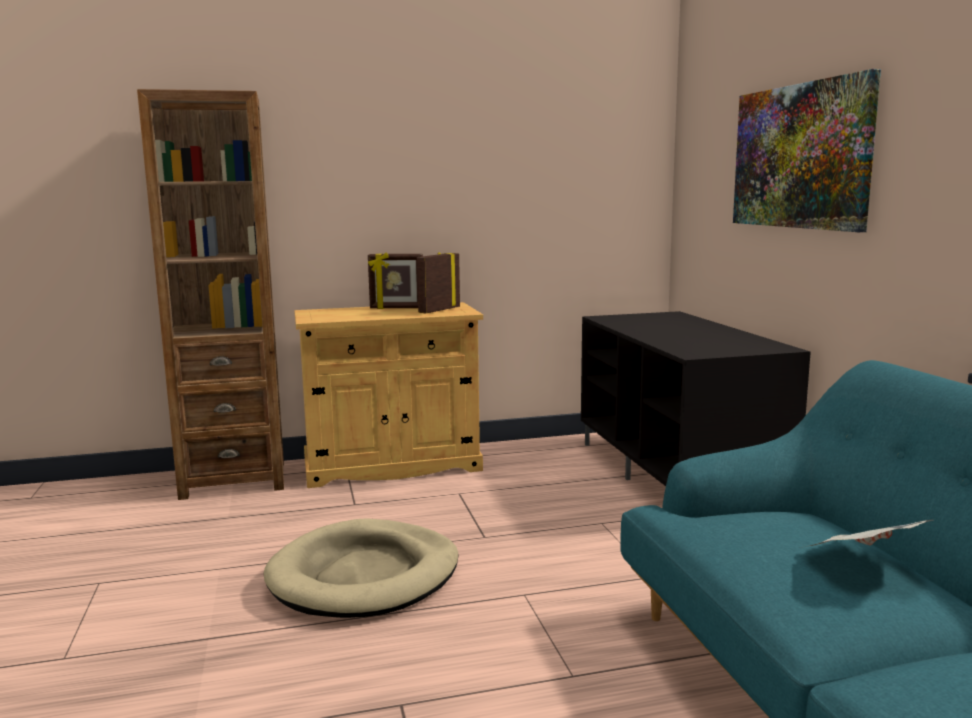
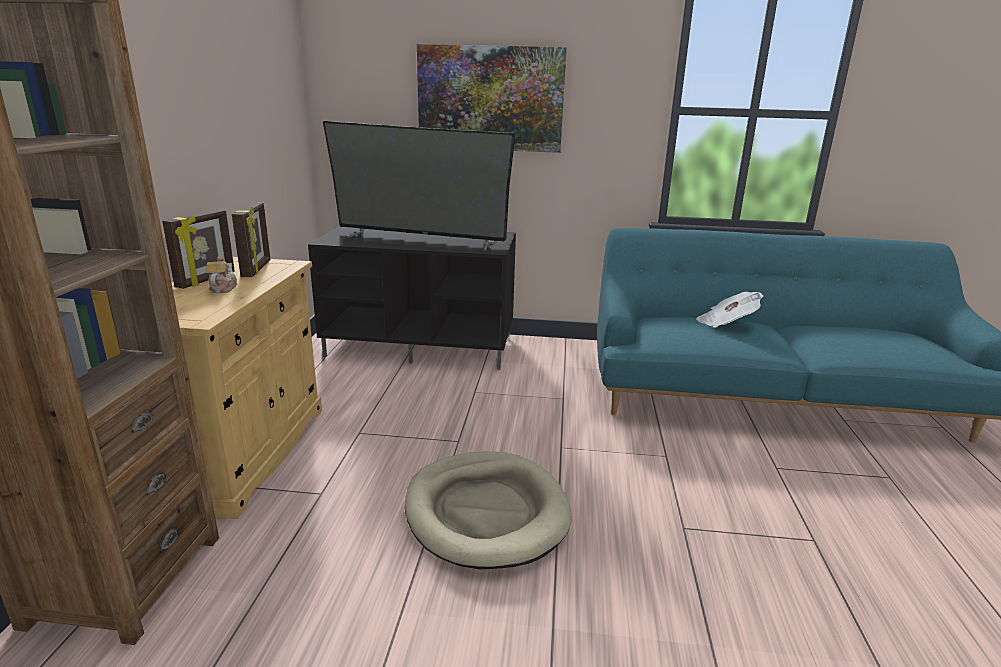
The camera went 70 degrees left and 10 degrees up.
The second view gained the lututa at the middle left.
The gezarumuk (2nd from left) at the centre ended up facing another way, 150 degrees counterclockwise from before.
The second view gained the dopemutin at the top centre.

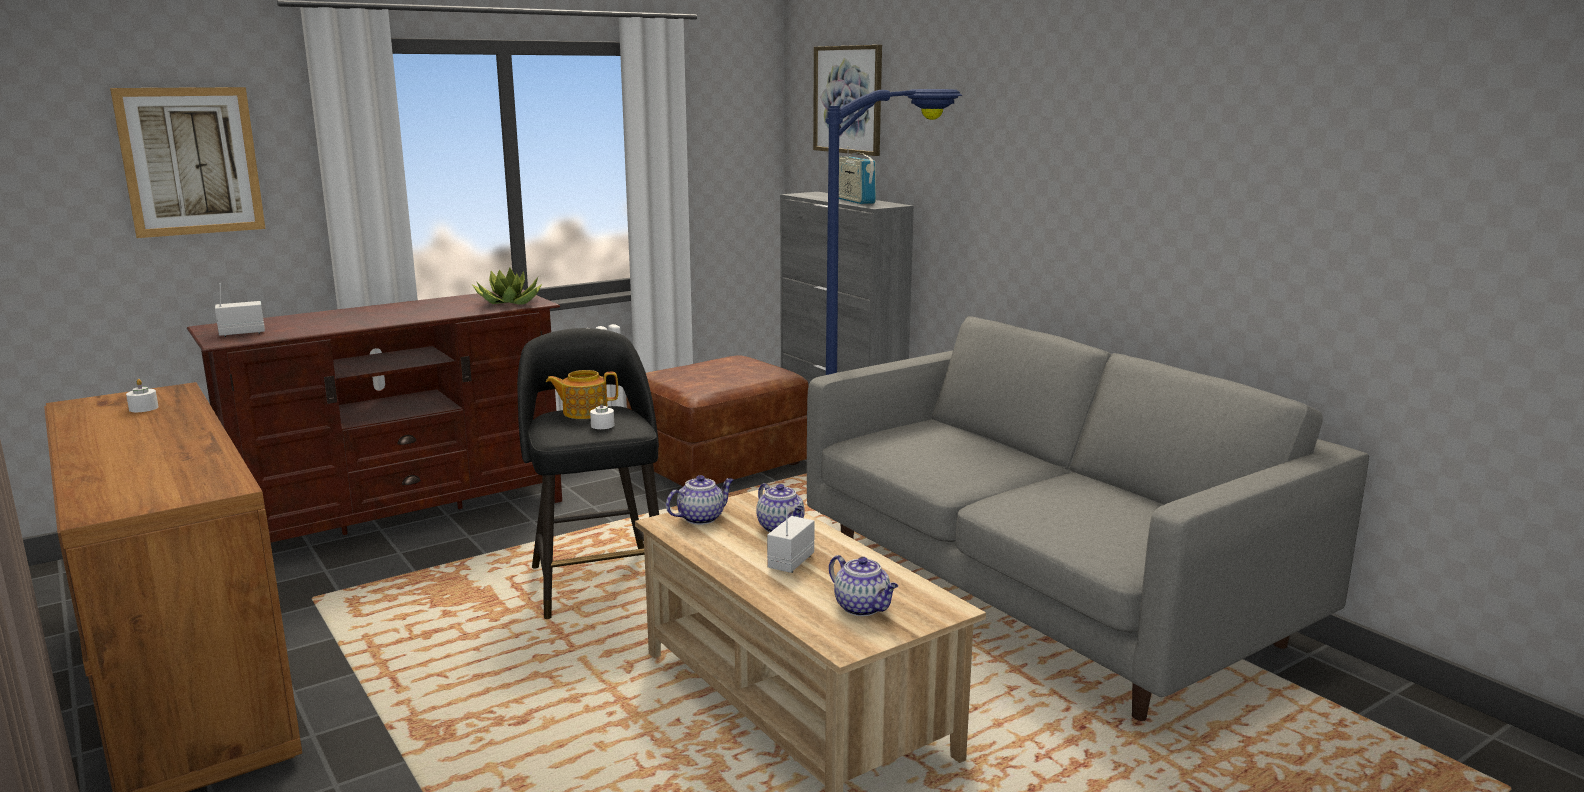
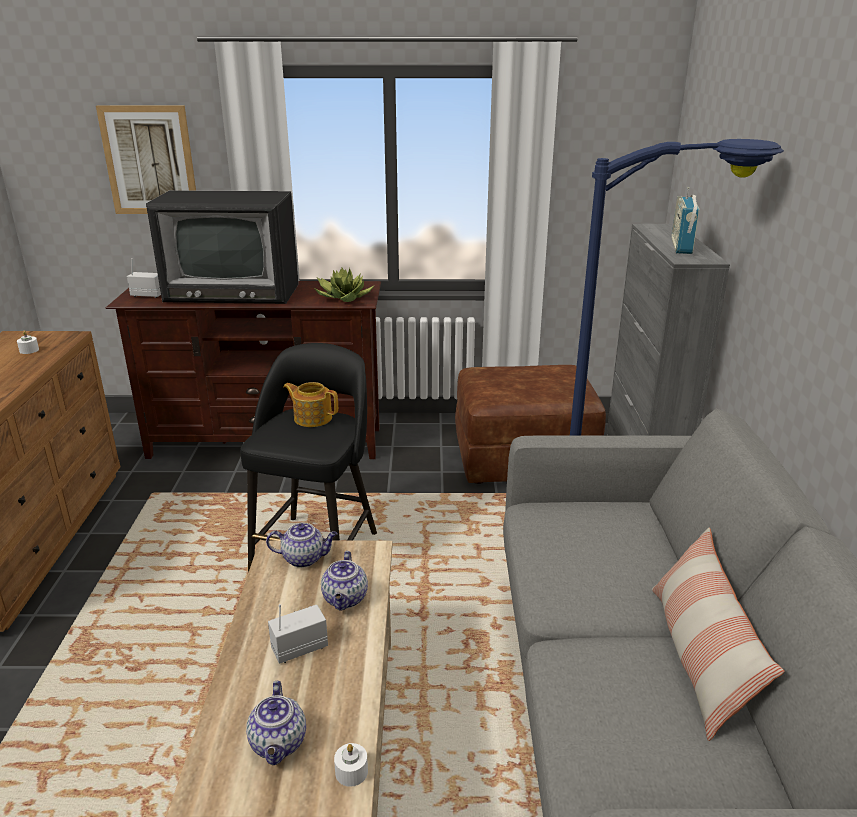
The camera went 35 degrees right and 10 degrees up.
The second view gained the dopemutin at the top left.
The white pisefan (2nd from left) ended up elsewhere, having gone from the centre to the bottom centre.
The second view gained the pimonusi at the bottom right.
The second view lost the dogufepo (2nd from left) at the top centre.

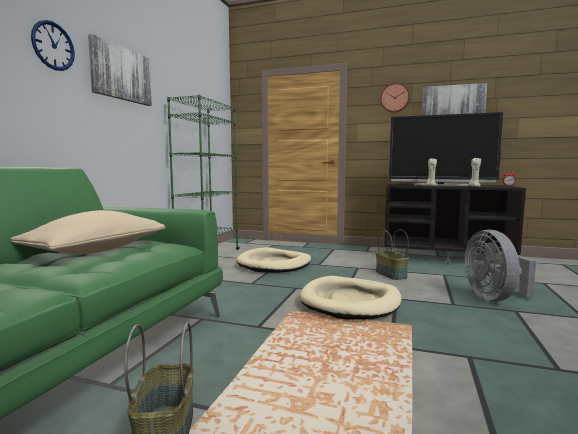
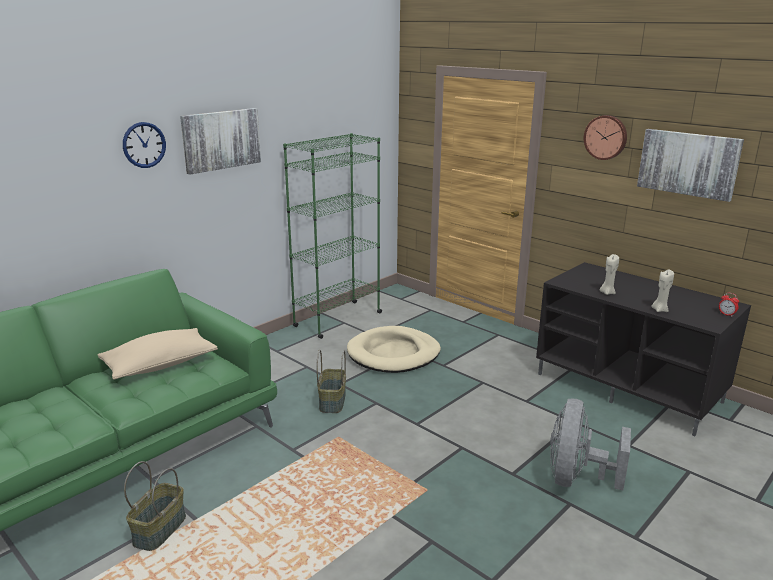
The camera went 25 degrees right and 15 degrees up.
The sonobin (2nd from left) ended up elsewhere, having gone from the middle right to the centre.
The second view lost the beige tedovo (2nd from left) at the bottom centre.
The second view lost the dopemutin at the middle right.

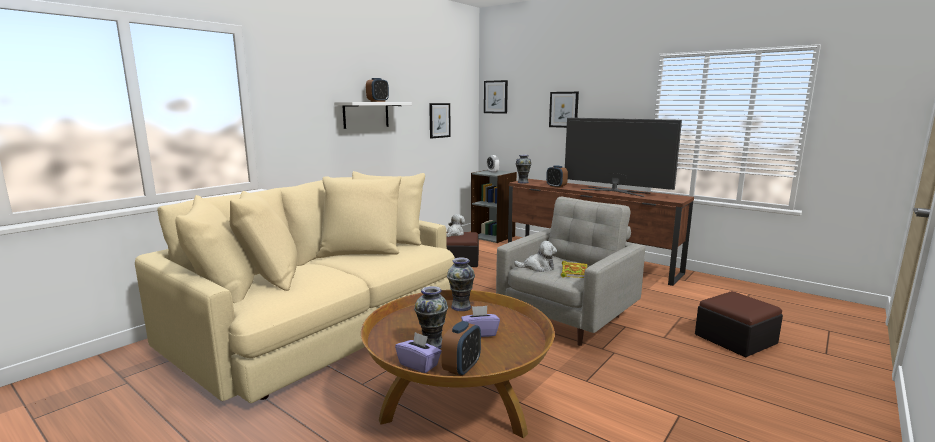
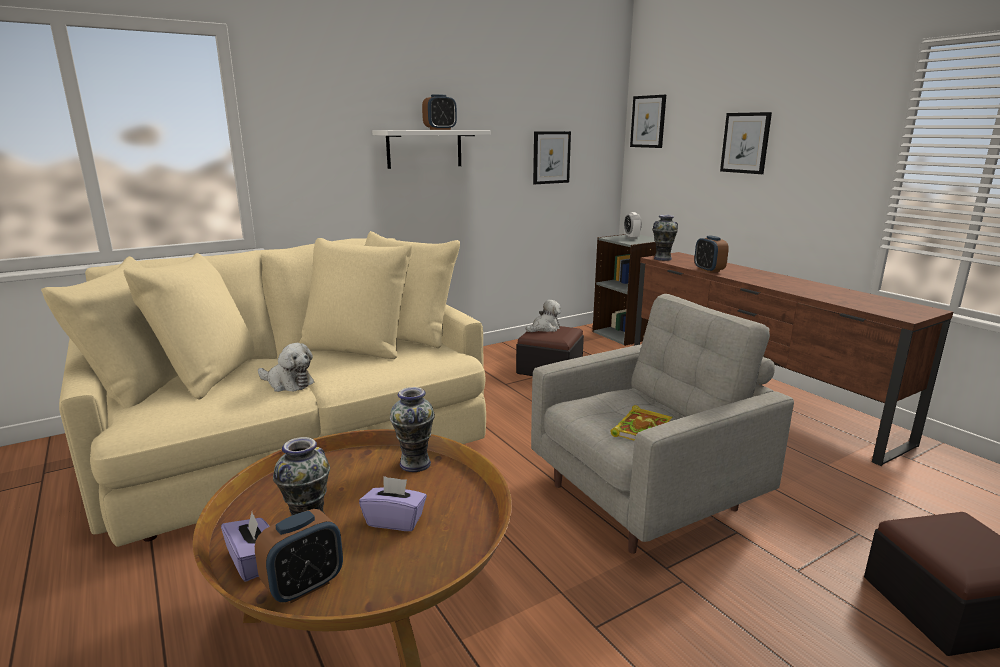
The camera went 20 degrees right and 5 degrees up.
The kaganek (2nd from left in the first image) ended up elsewhere, having gone from the centre to the middle left.
The second view lost the dopemutin at the centre.

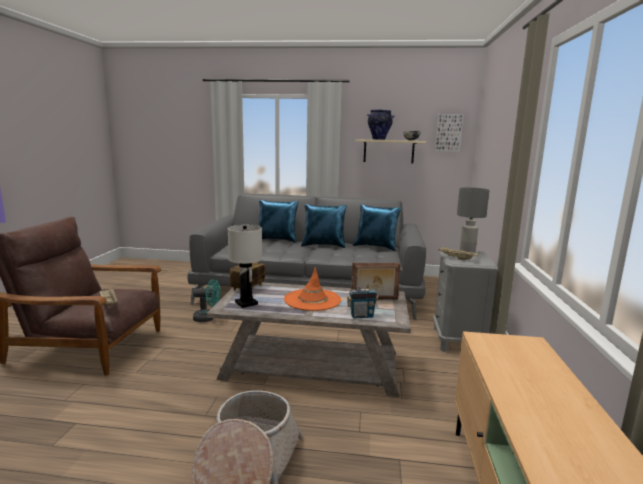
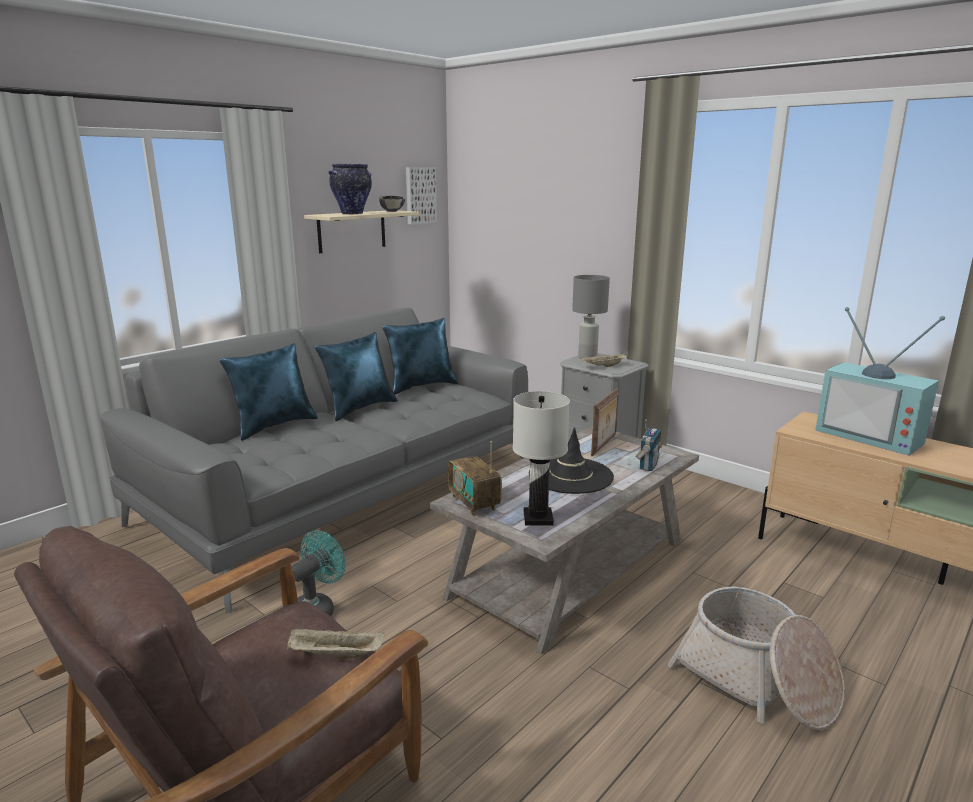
The camera went 55 degrees left and 5 degrees up.
What was the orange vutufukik at the centre turned into the black vutufukik at the centre.
The second view gained the dopemutin at the middle right.

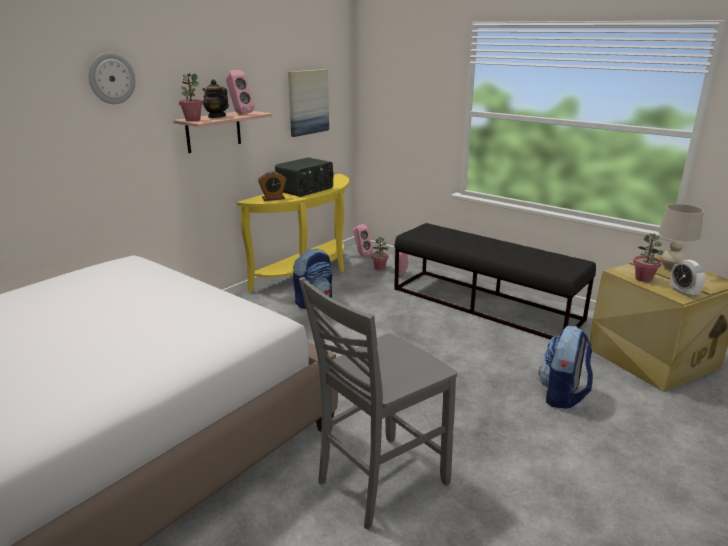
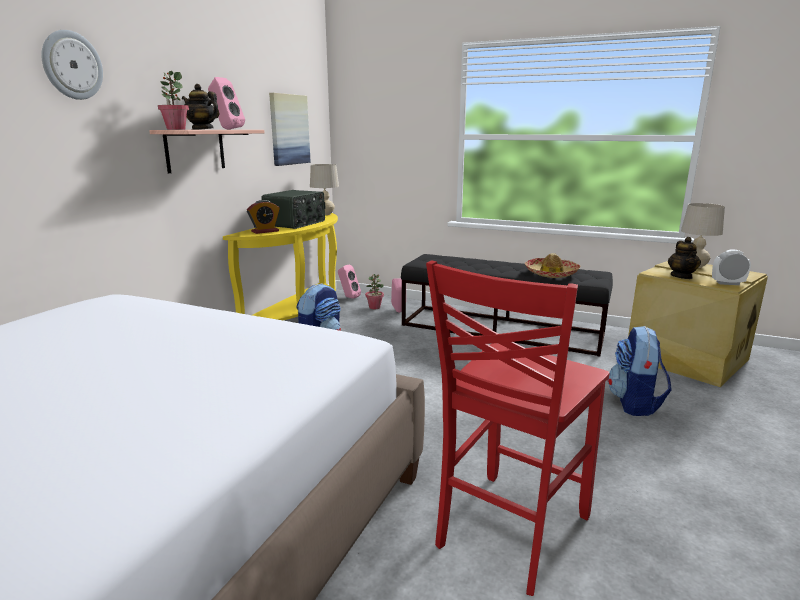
The camera went 15 degrees left and 5 degrees down.
The second view gained the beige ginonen (1st from left) at the top centre.
What was the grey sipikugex at the bottom centre turned into the red sipikugex at the bottom centre.
The second view gained the vutufukik at the middle right.
Where the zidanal (3rd from left) stood at the middle right, the lututa (2nd from left) came to stand at the middle right.
The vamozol (2nd from left) at the middle right ended up facing another way, 135 degrees clockwise from before.

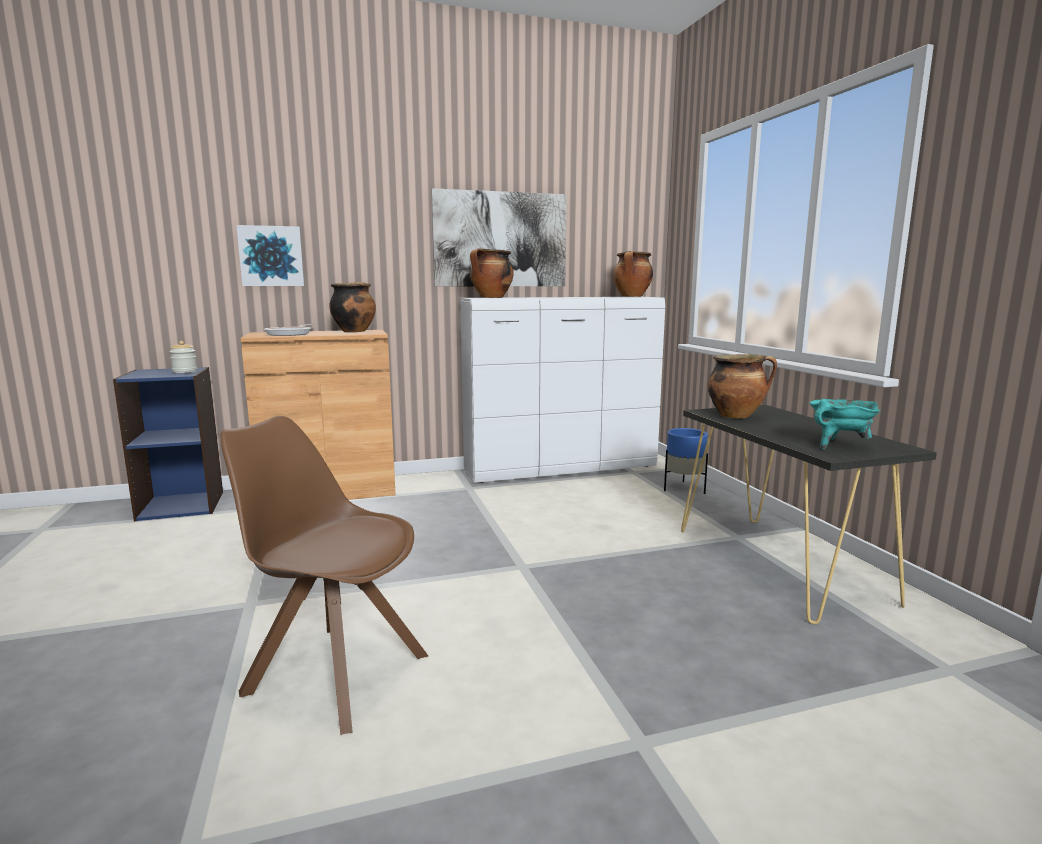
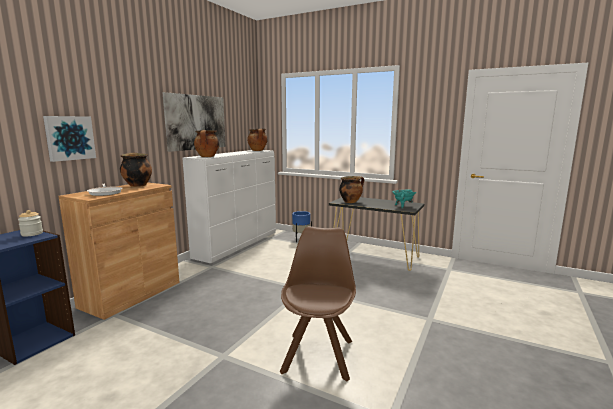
The camera went 45 degrees left and 0 degrees up.
The brown sipikugex at the bottom left ended up facing another way, 120 degrees clockwise from before.

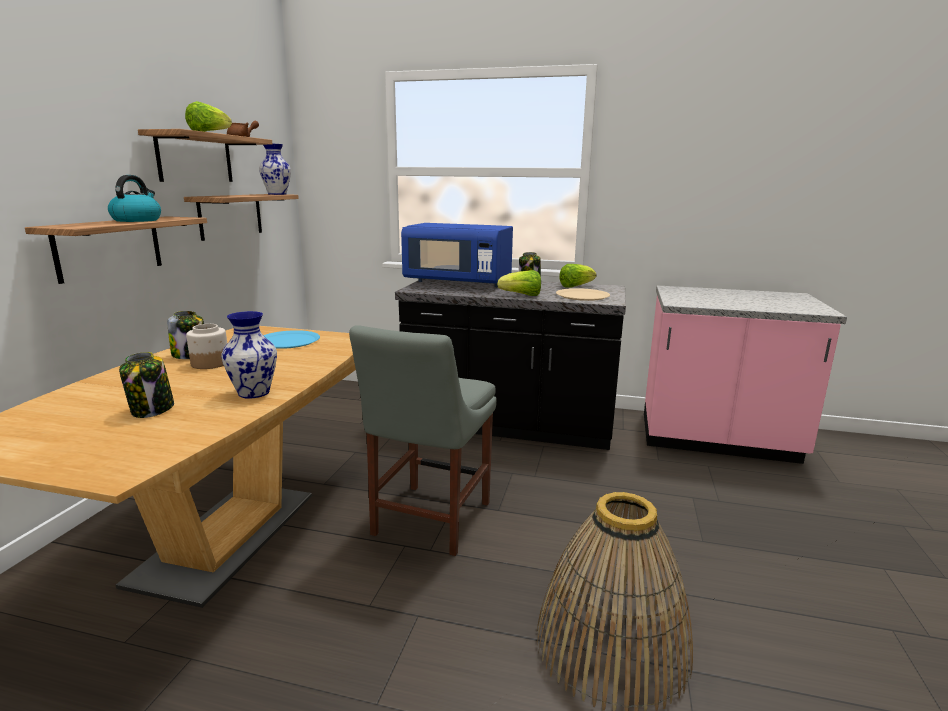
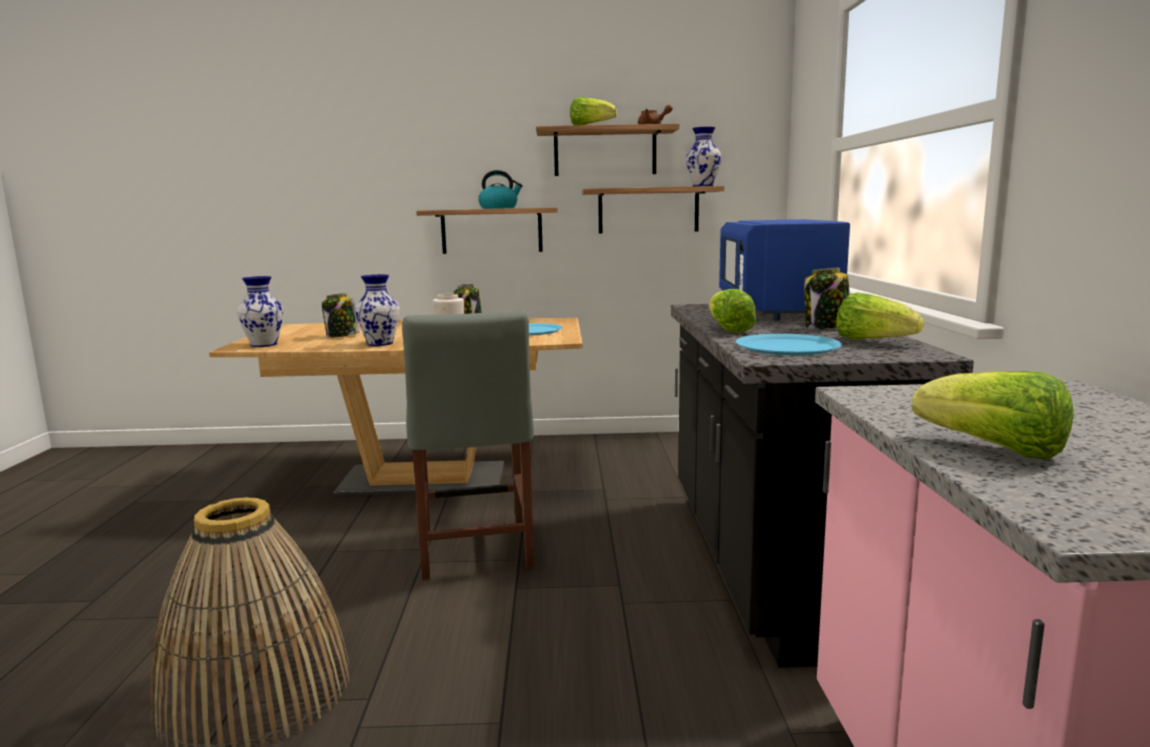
The camera went 75 degrees right and 5 degrees down.
The second view gained the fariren (1st from left) at the middle left.
The grey sipikugex at the centre ended up facing another way, 105 degrees counterclockwise from before.
What was the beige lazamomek at the centre turned into the blue lazamomek (2nd from left) at the middle right.
The second view gained the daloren (4th from left) at the middle right.

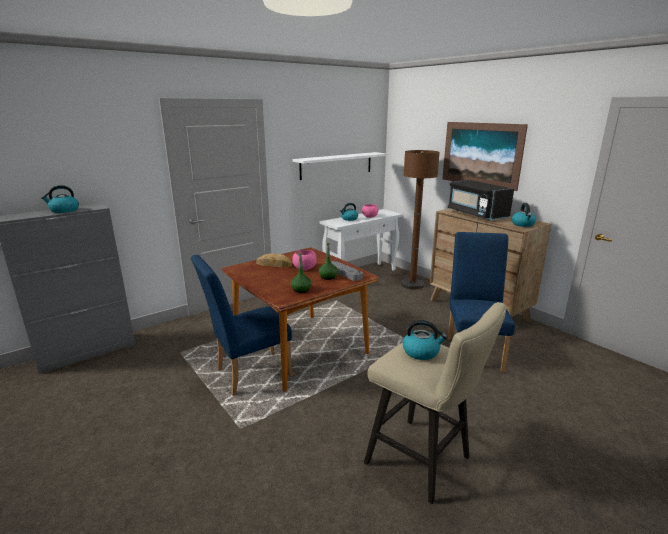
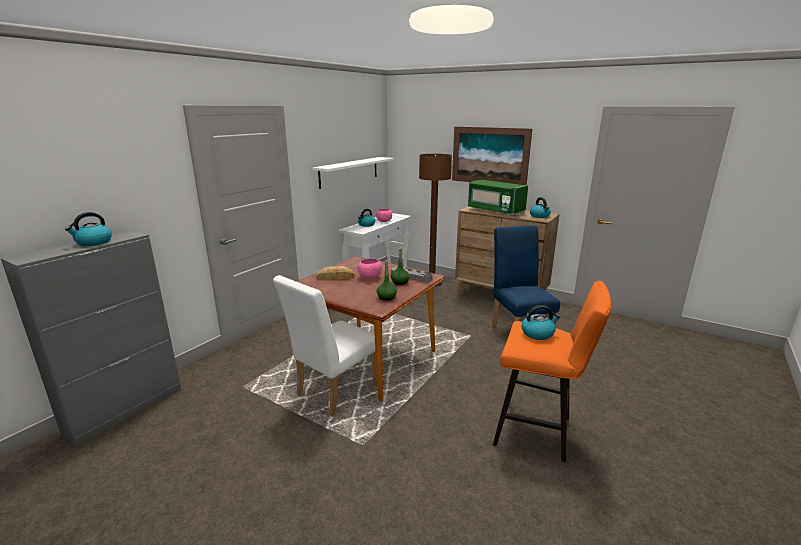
The camera went 20 degrees left and 0 degrees up.
What was the blue sipikugex (1st from left) at the centre turned into the white sipikugex at the centre.
What was the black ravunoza at the middle right turned into the green ravunoza at the centre.
What was the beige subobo at the bottom centre turned into the orange subobo at the bottom right.

